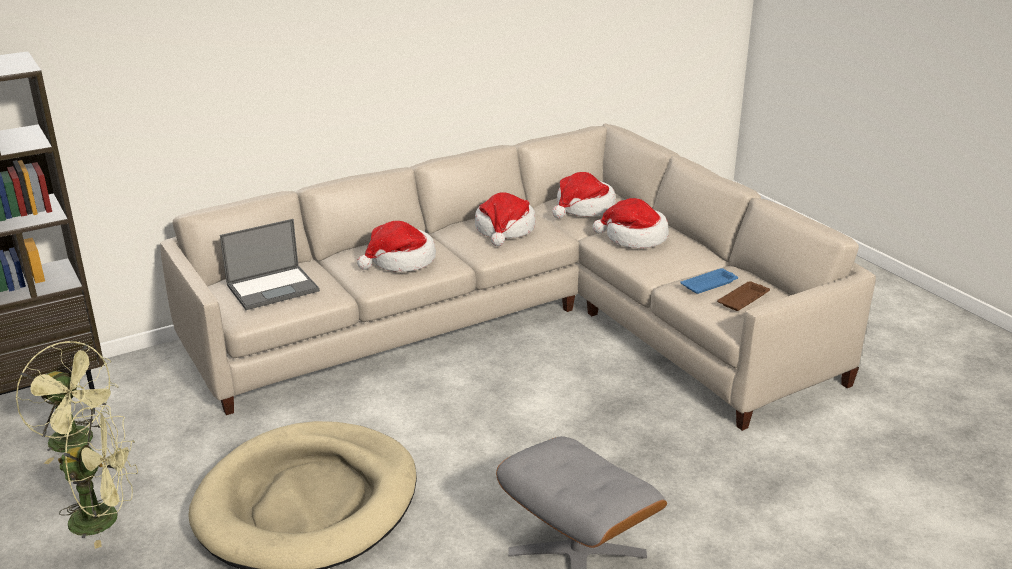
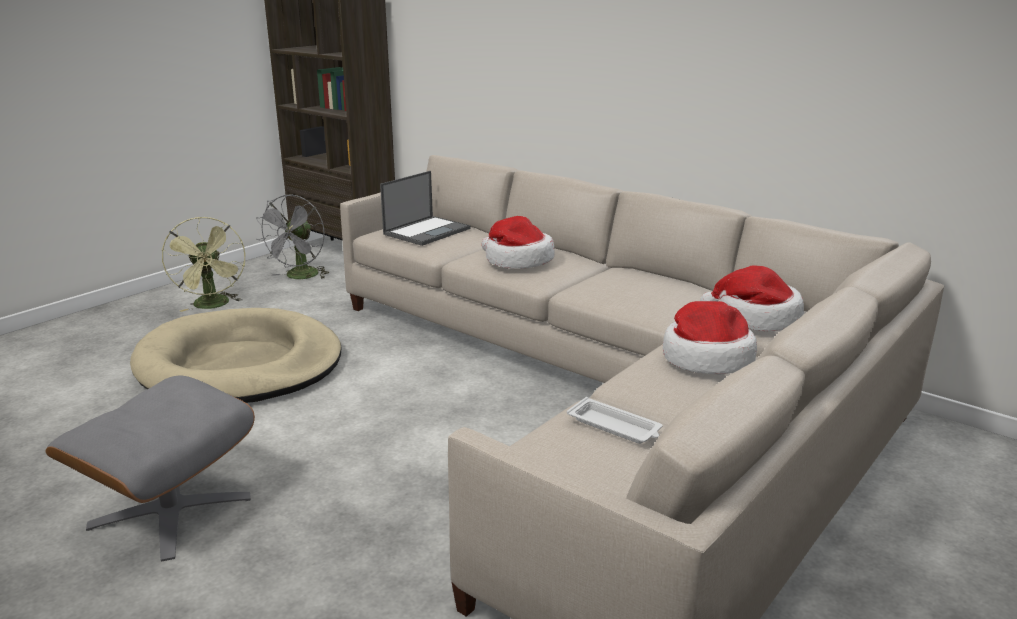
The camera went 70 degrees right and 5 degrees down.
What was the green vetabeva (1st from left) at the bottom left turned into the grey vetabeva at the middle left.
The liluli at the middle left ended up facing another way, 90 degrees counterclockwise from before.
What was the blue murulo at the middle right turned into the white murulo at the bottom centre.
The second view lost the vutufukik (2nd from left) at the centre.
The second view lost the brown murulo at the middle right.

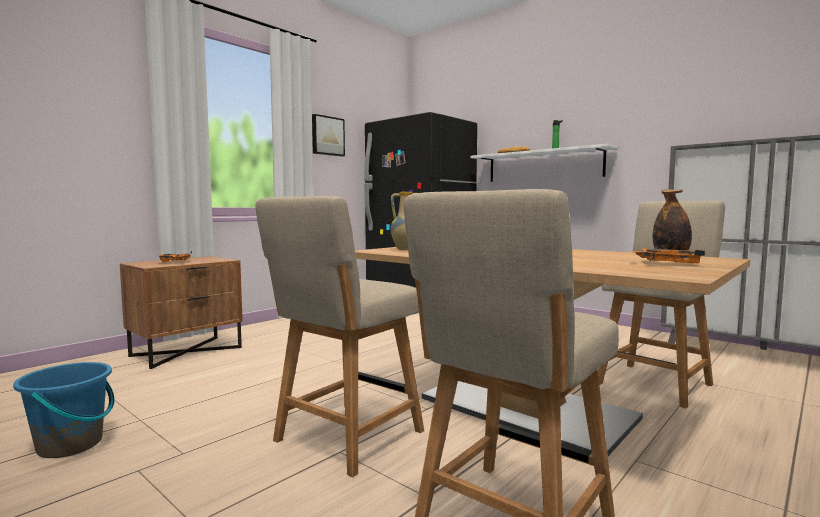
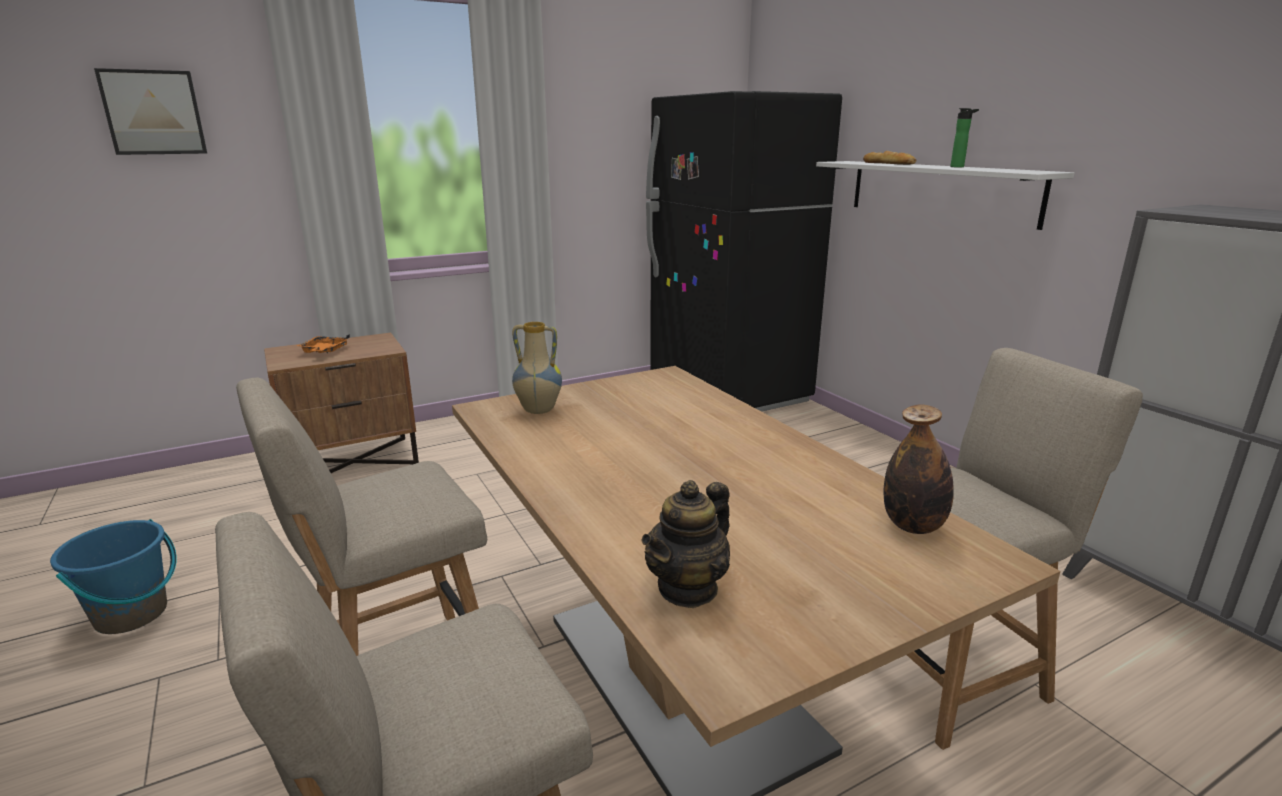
The camera went 20 degrees right and 15 degrees up.
The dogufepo ended up elsewhere, having gone from the top centre to the top left.
The second view gained the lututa at the bottom centre.
The second view lost the orange murulo (2nd from left) at the middle right.

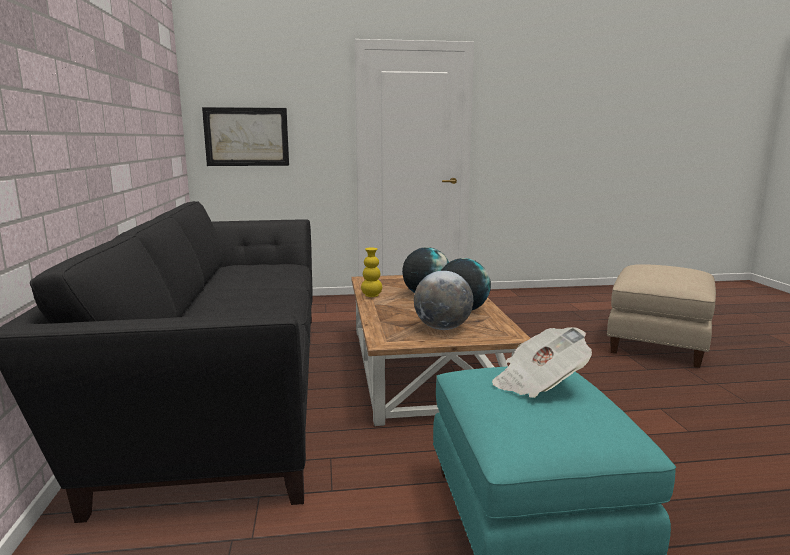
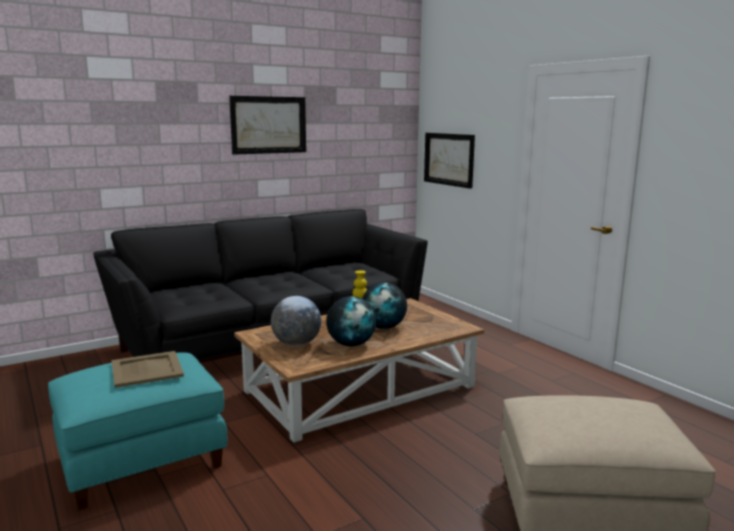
The camera went 65 degrees right and 0 degrees up.
Where the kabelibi stood at the middle right, the beige murulo came to stand at the bottom left.
The second view gained the dogufepo (1st from left) at the top centre.

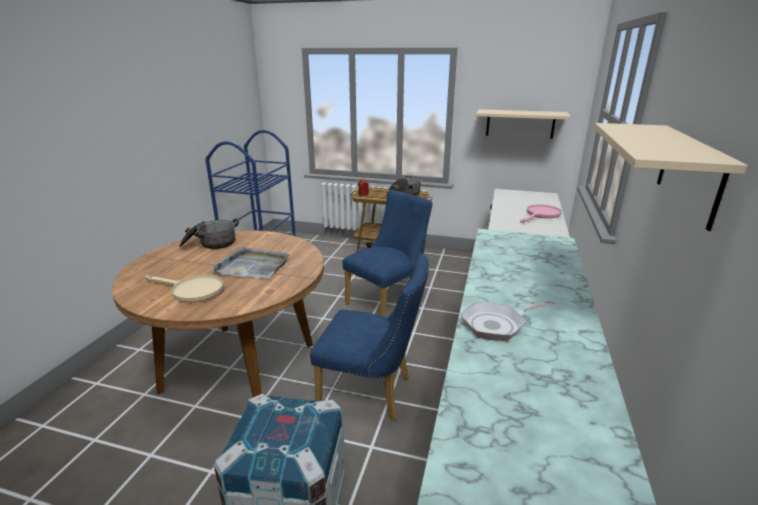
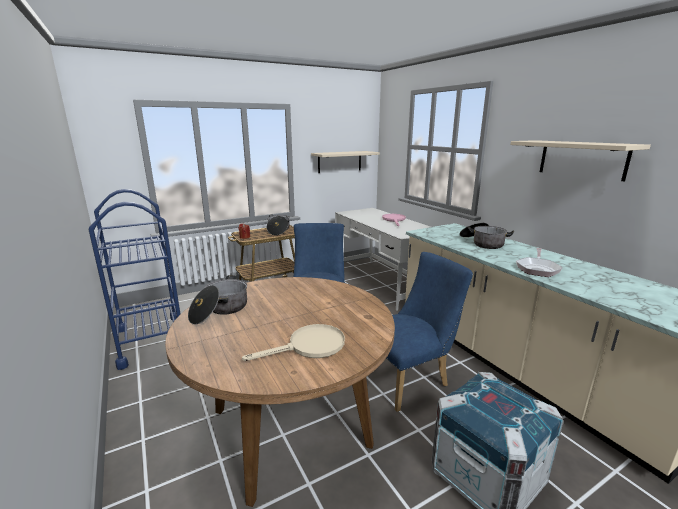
The camera went 45 degrees left and 5 degrees down.
The second view gained the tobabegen (3rd from left) at the middle right.
The second view lost the grey murulo at the middle left.

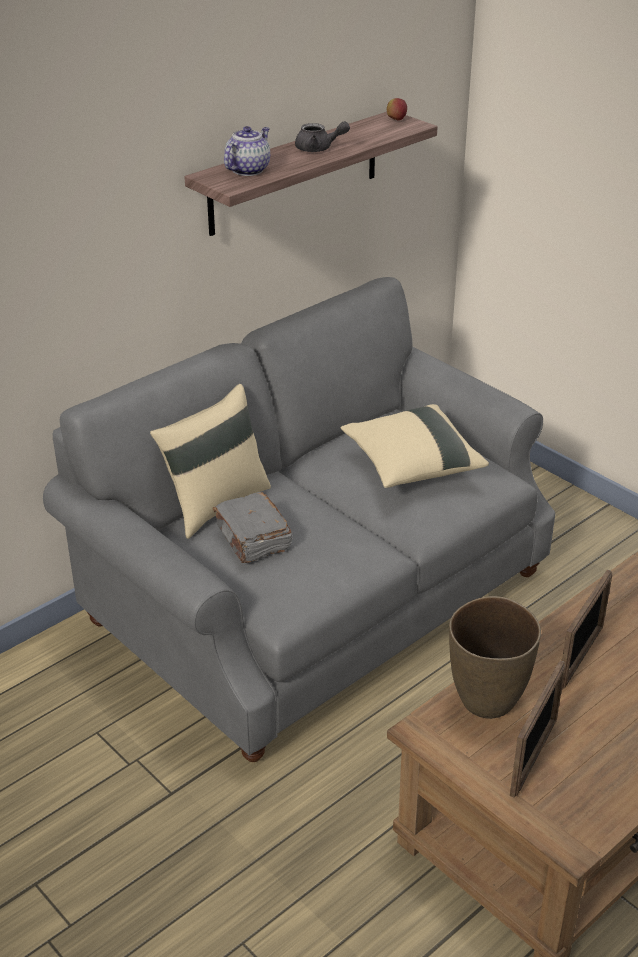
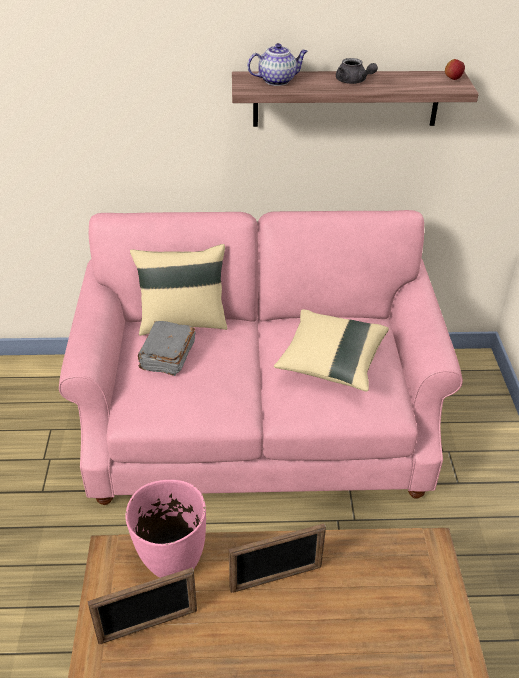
The camera went 40 degrees right and 5 degrees up.
What was the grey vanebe at the centre turned into the pink vanebe at the centre.
What was the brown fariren at the bottom right turned into the pink fariren at the bottom left.

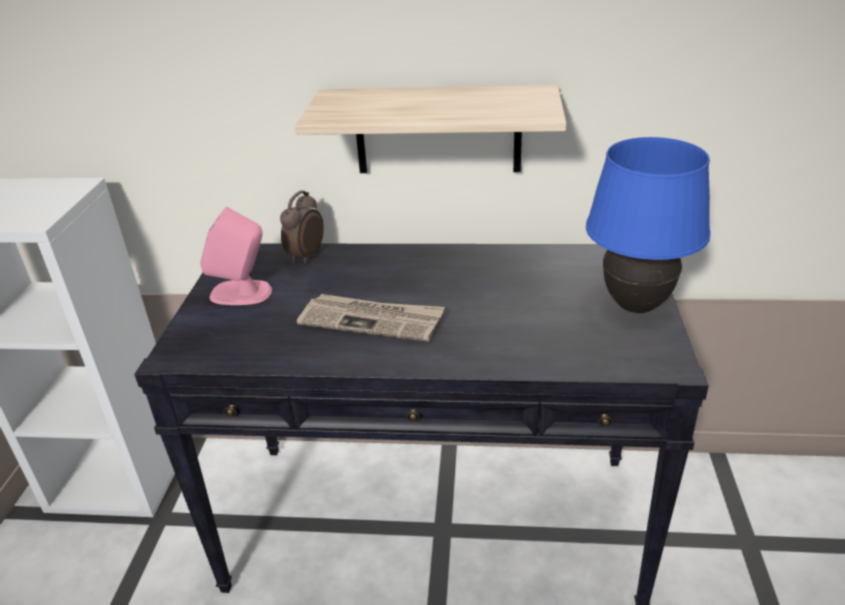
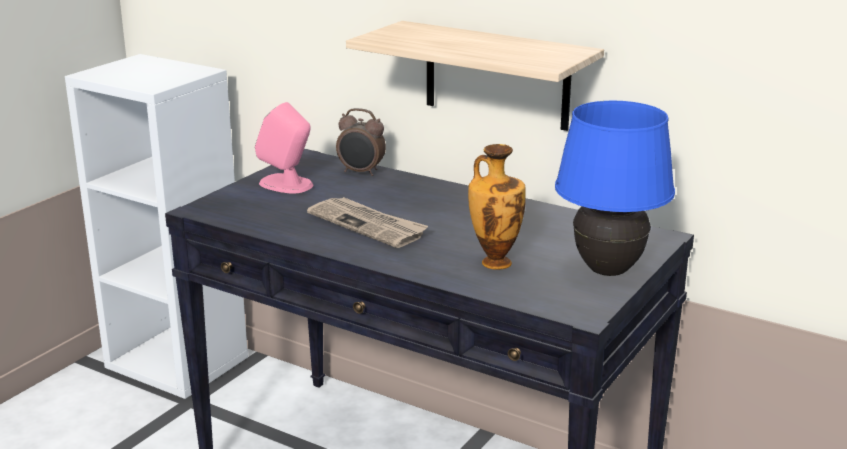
The camera went 25 degrees right and 10 degrees down.
The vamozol at the centre ended up facing another way, 120 degrees counterclockwise from before.
The second view gained the fariren at the centre.

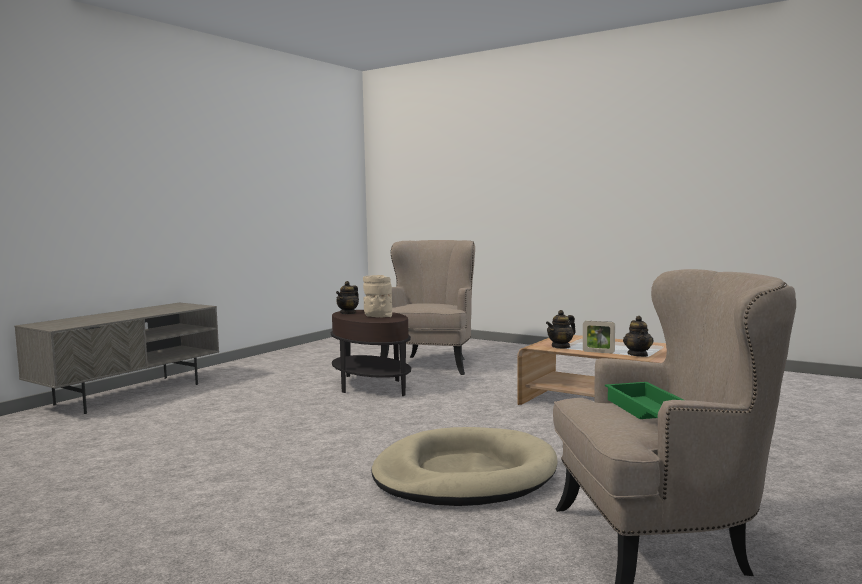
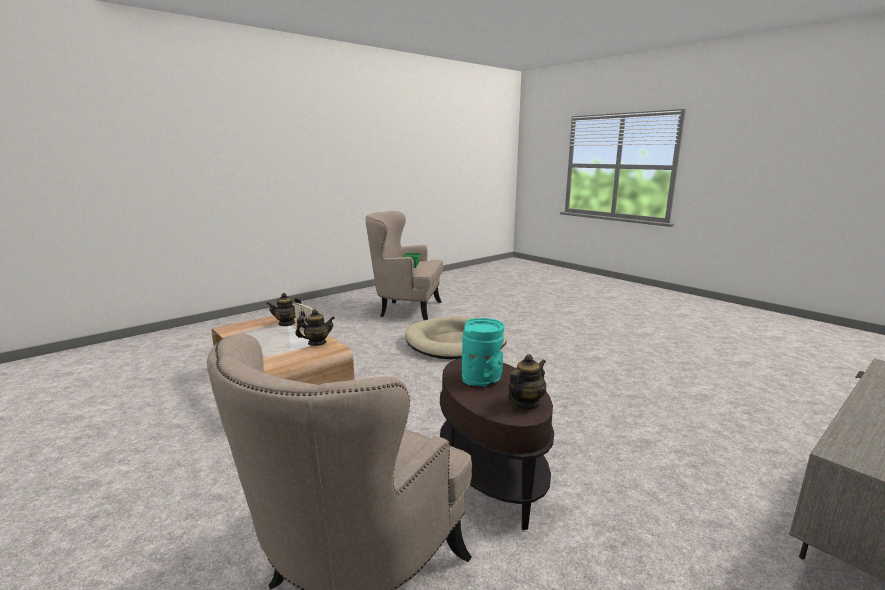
The camera went 165 degrees left and 10 degrees up.
The lututa (3rd from left in the first image) at the middle right ended up facing another way, 120 degrees counterclockwise from before.
What was the beige fariren at the centre turned into the turquoise fariren at the centre.

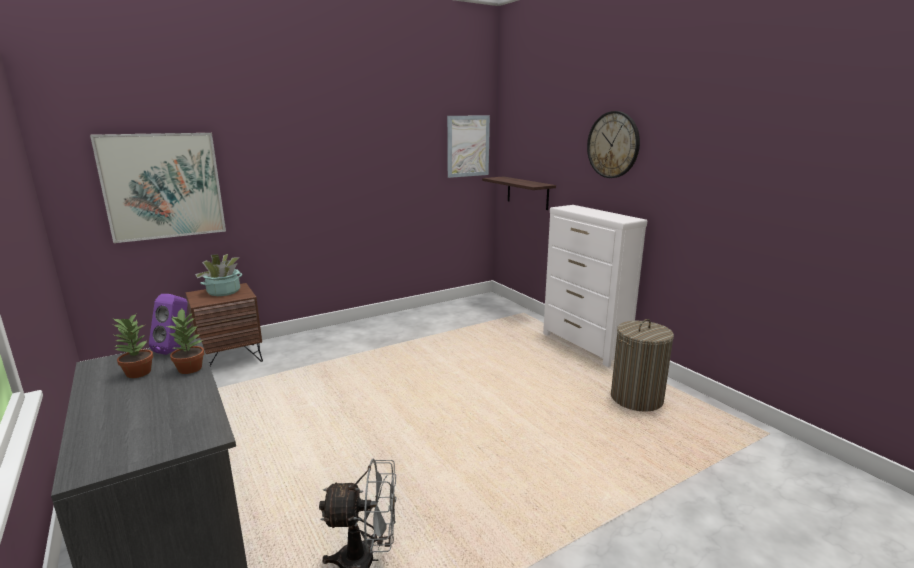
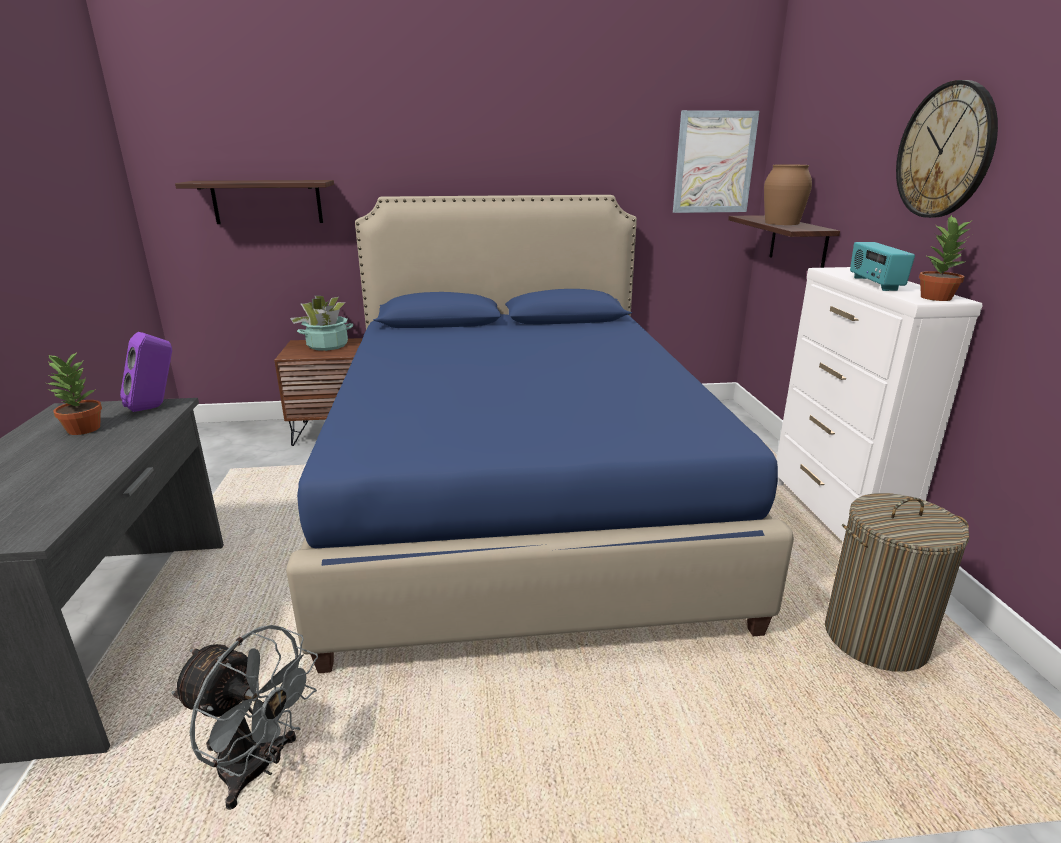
The camera went 25 degrees right and 5 degrees up.
Where the dogufepo (1st from left) hung at the top left, the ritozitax (1st from left) came to hang at the top left.
The second view gained the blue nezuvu at the centre.
The second view gained the brown fariren at the top right.
The second view gained the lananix at the top right.
The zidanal (2nd from left in the first image) ended up elsewhere, having gone from the middle left to the top right.

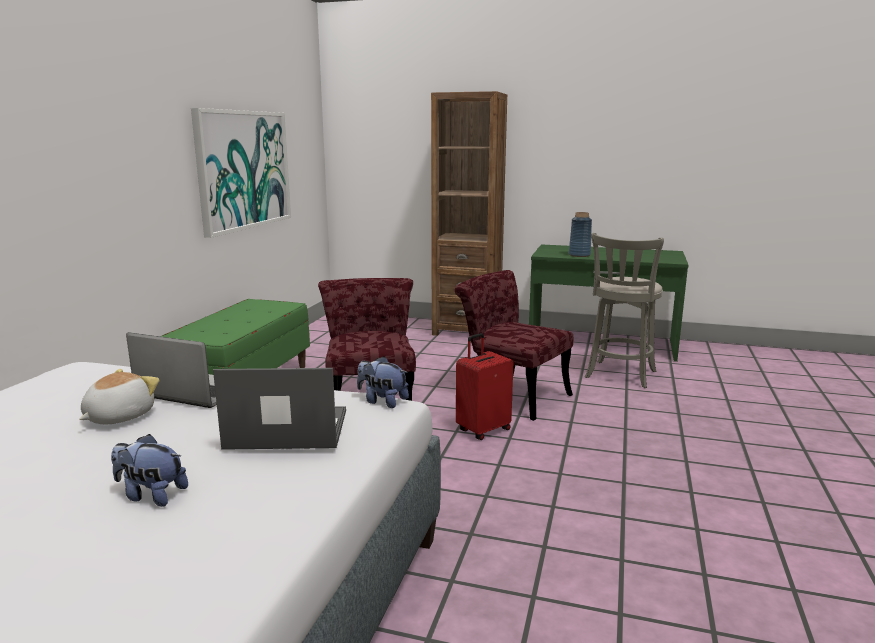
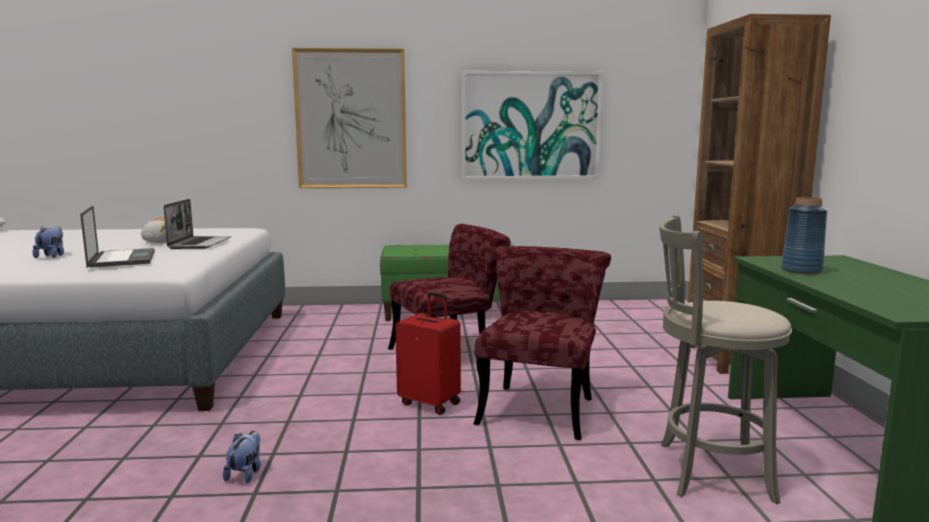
The camera went 70 degrees right and 5 degrees down.
The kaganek (3rd from left) ended up elsewhere, having gone from the centre to the bottom left.
The second view gained the dogufepo (1st from left) at the top centre.

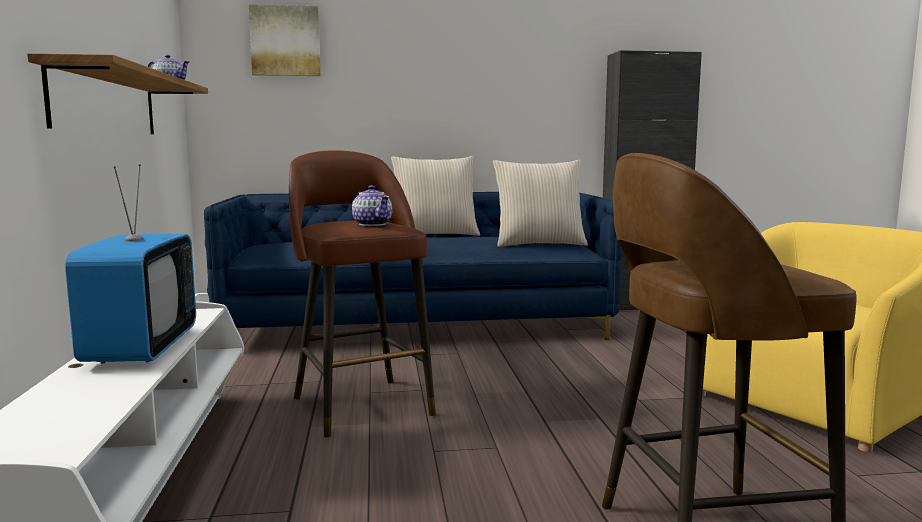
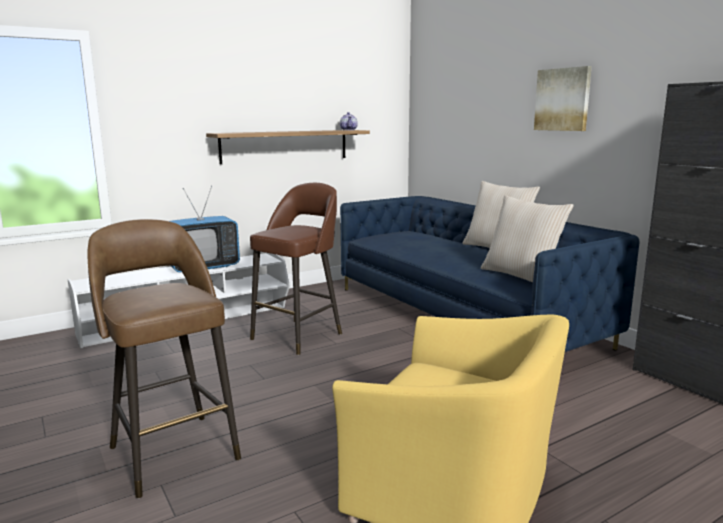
The camera went 65 degrees right and 5 degrees up.
The dogufepo ended up elsewhere, having gone from the top left to the top right.
The second view lost the lututa (2nd from left) at the centre.

